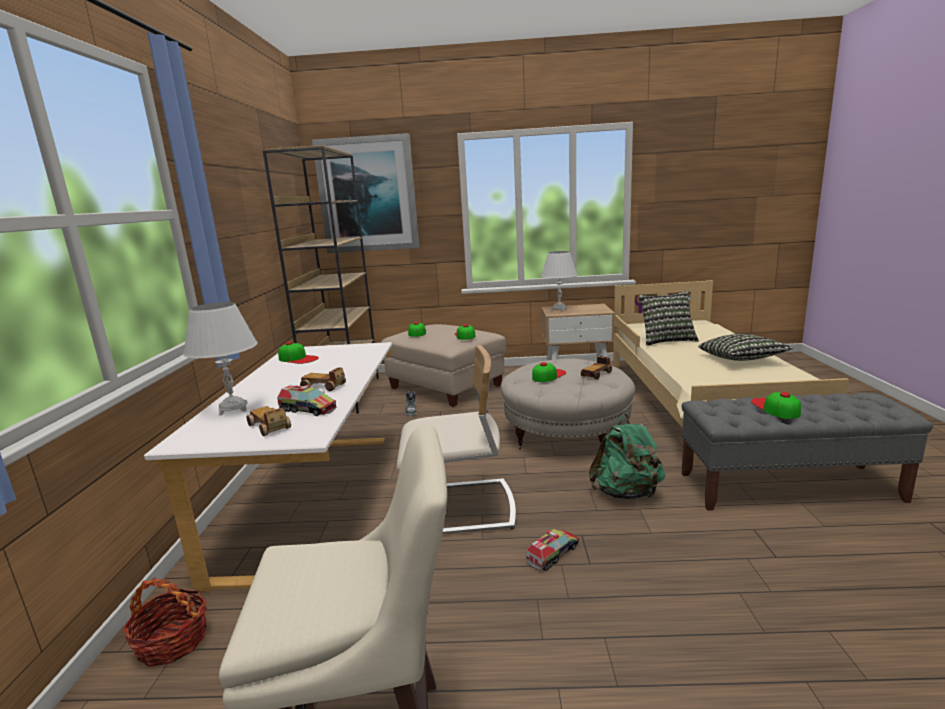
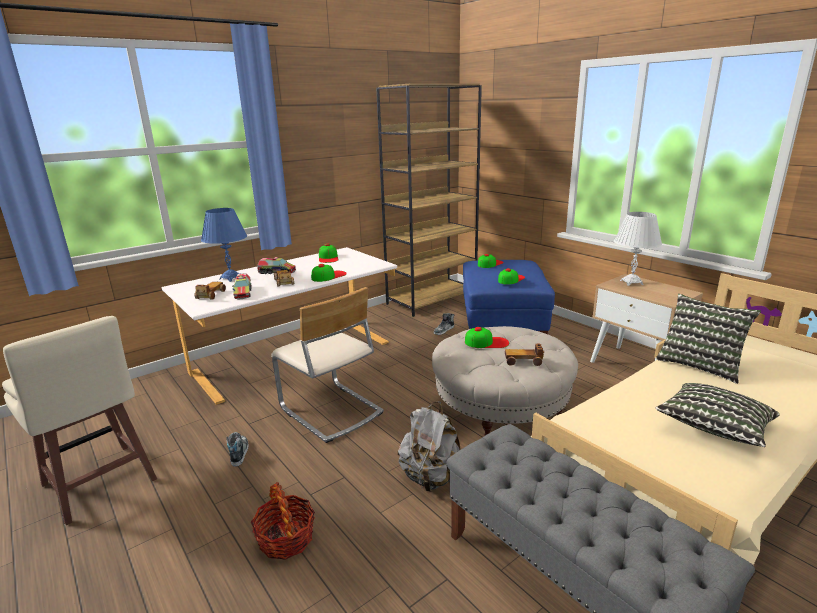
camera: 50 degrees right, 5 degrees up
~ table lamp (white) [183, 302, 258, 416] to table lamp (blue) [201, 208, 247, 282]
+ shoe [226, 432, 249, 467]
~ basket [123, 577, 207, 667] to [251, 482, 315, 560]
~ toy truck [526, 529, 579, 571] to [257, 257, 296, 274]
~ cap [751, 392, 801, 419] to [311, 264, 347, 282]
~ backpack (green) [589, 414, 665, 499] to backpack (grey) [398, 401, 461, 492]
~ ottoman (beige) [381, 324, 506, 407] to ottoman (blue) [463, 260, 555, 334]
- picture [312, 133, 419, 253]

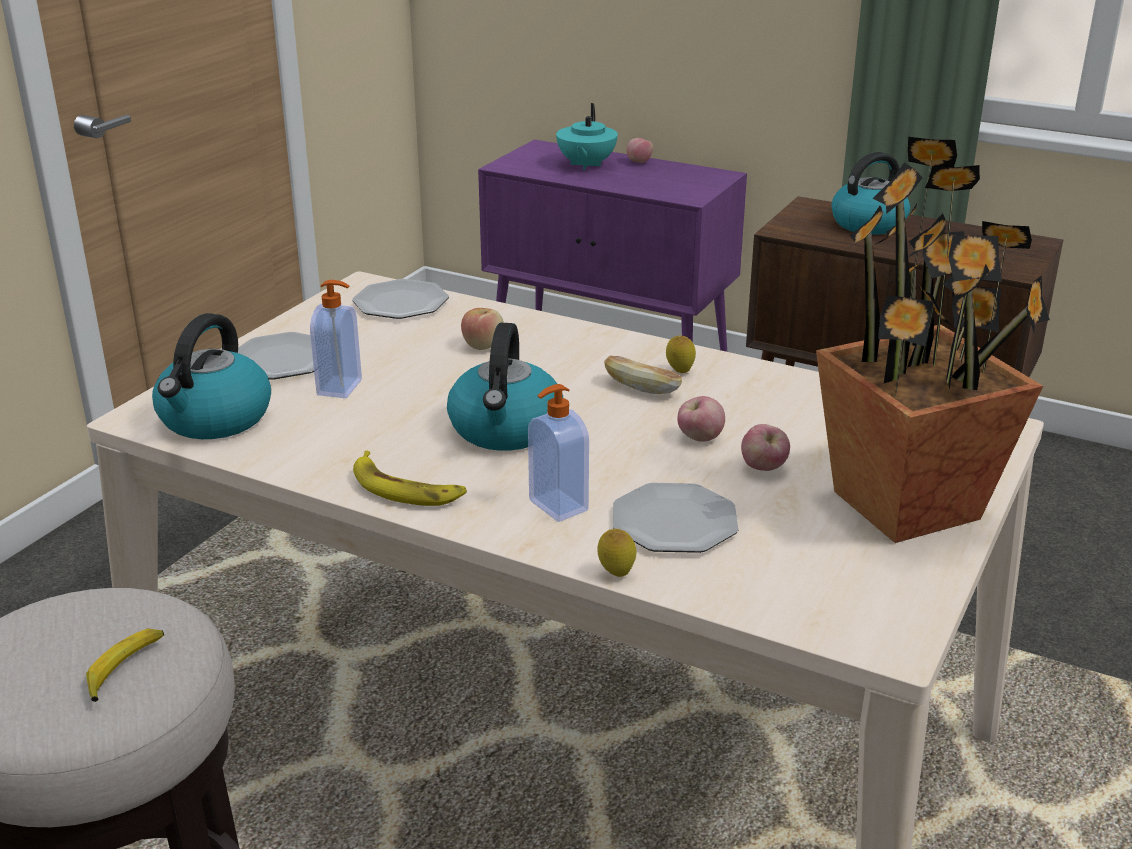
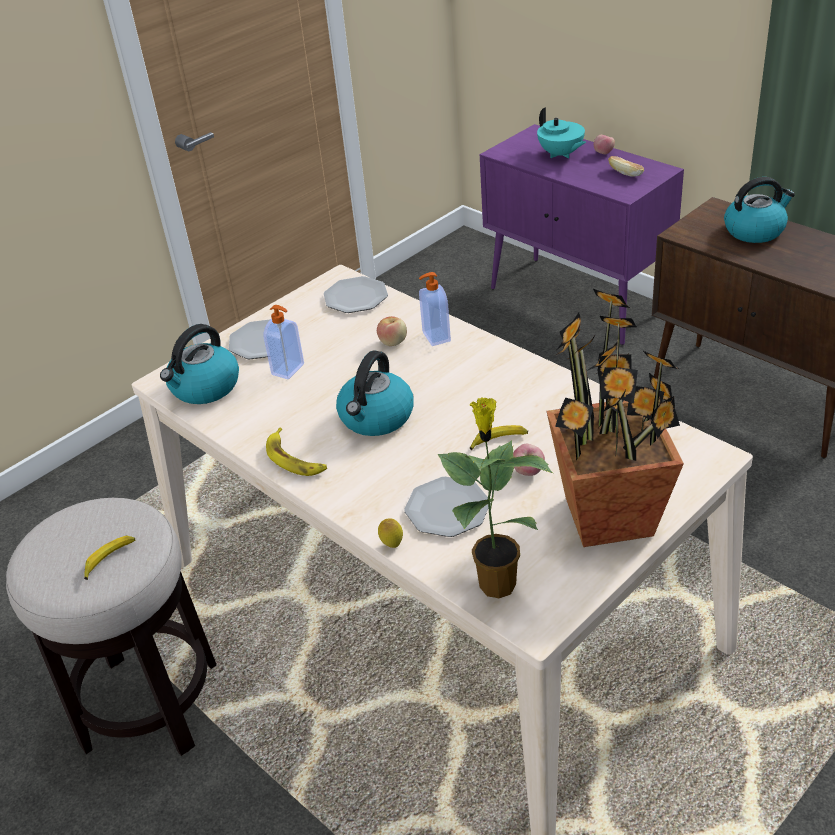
camera: 20 degrees right, 10 degrees up
~ soap dispenser [528, 384, 589, 522] to [419, 272, 451, 346]
+ potted plant [438, 397, 553, 598]
~ apple [677, 396, 725, 441] to banana [470, 425, 528, 450]
~ teapot (turquoise) [556, 103, 618, 170] = [537, 107, 586, 159] 60 degrees counterclockwise
~ bread [604, 355, 682, 394] to [608, 156, 644, 176]
- lemon [666, 336, 696, 373]

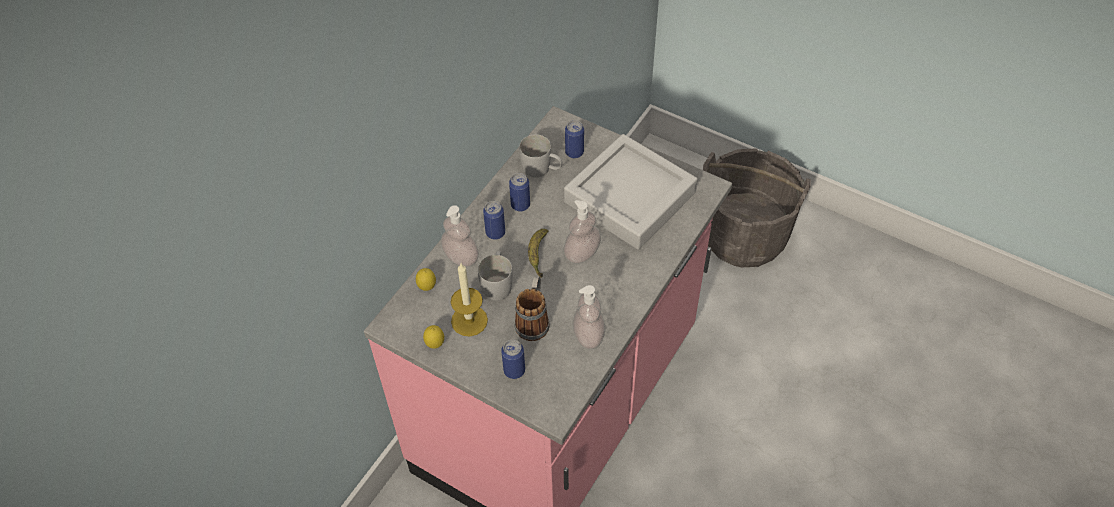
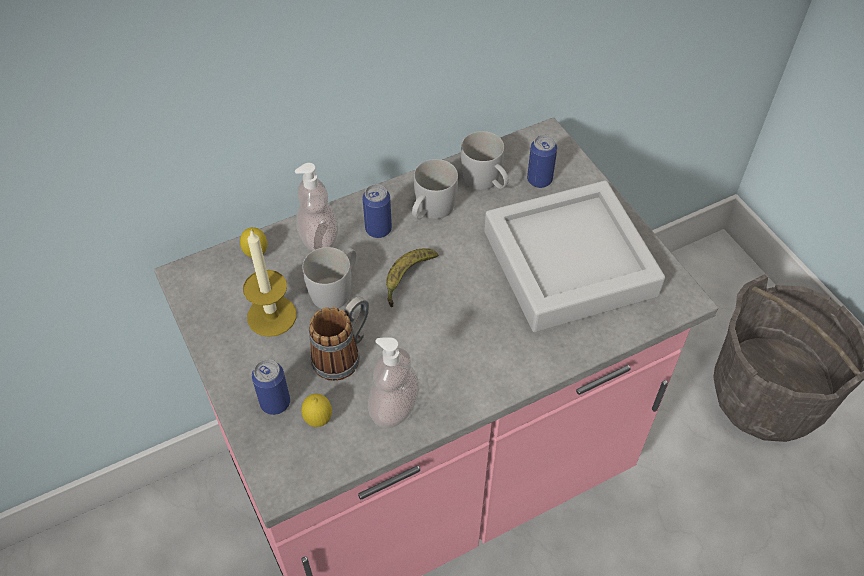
camera: 30 degrees right, 0 degrees up
~ lemon [423, 325, 444, 349] to [301, 394, 332, 427]
~ can [509, 173, 530, 211] to mug (white) [412, 159, 458, 220]
- soap dispenser [563, 200, 601, 264]

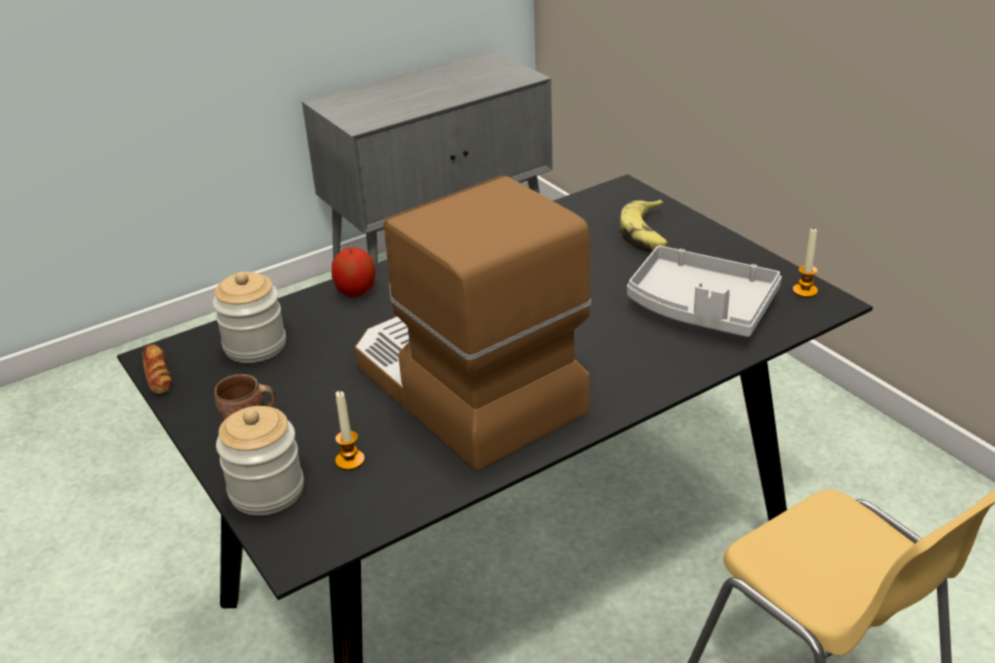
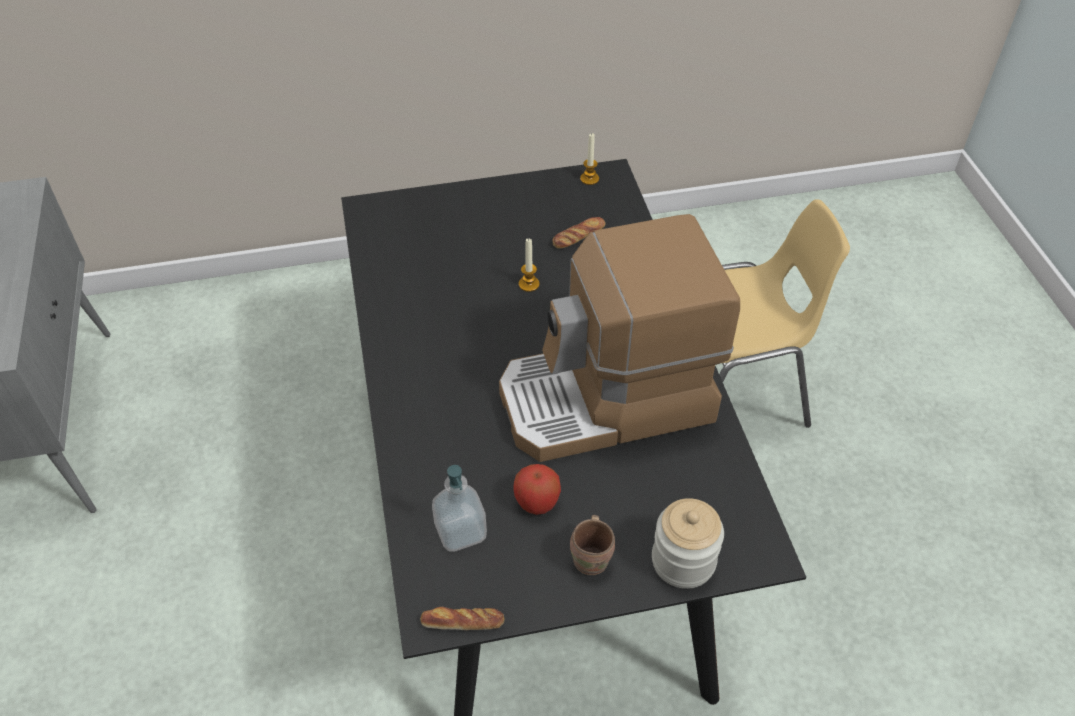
camera: 70 degrees left, 15 degrees up
~ jar [213, 272, 286, 363] to soap dispenser [432, 465, 487, 552]
~ apple [332, 247, 376, 297] to [513, 464, 561, 515]
~ candle [335, 391, 365, 470] to [519, 238, 540, 292]
~ tray (grey) [627, 246, 782, 337] to bread [552, 217, 605, 249]
- banana [620, 200, 669, 252]

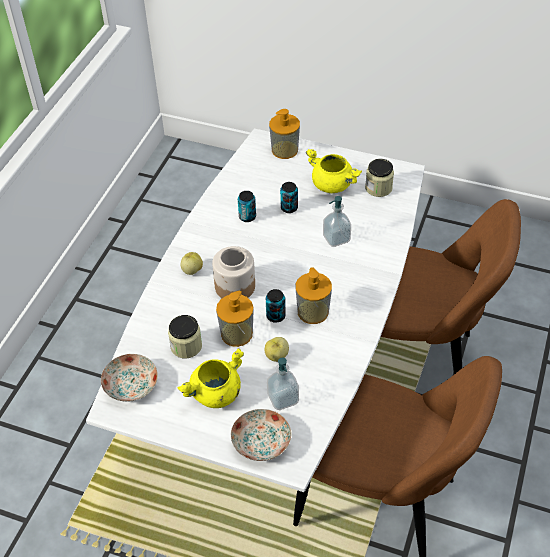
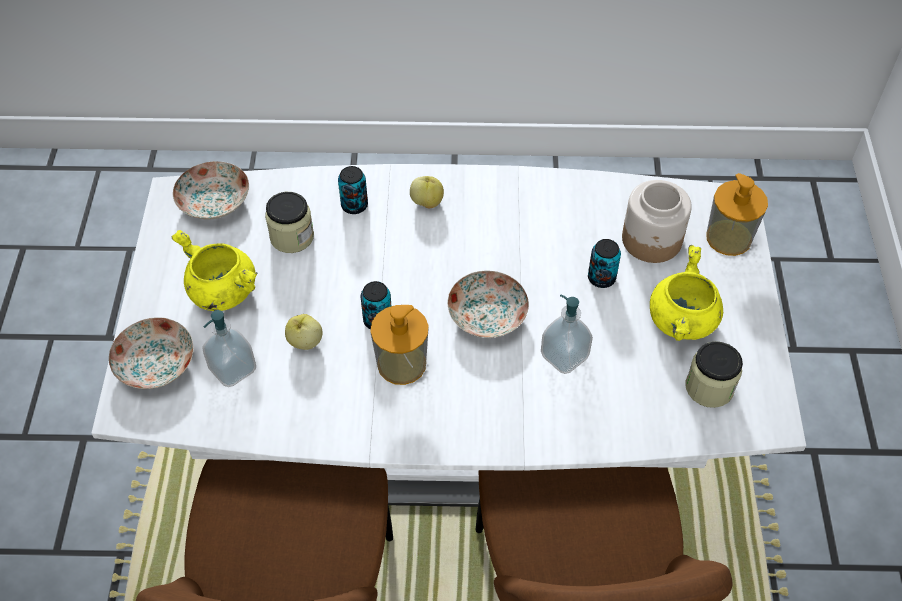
camera: 70 degrees right, 5 degrees up
~ can [238, 191, 256, 222] to [338, 166, 368, 214]
+ plate [447, 270, 529, 338]
~ jar [212, 246, 255, 298] to [622, 180, 692, 263]
- soap dispenser [216, 291, 254, 347]

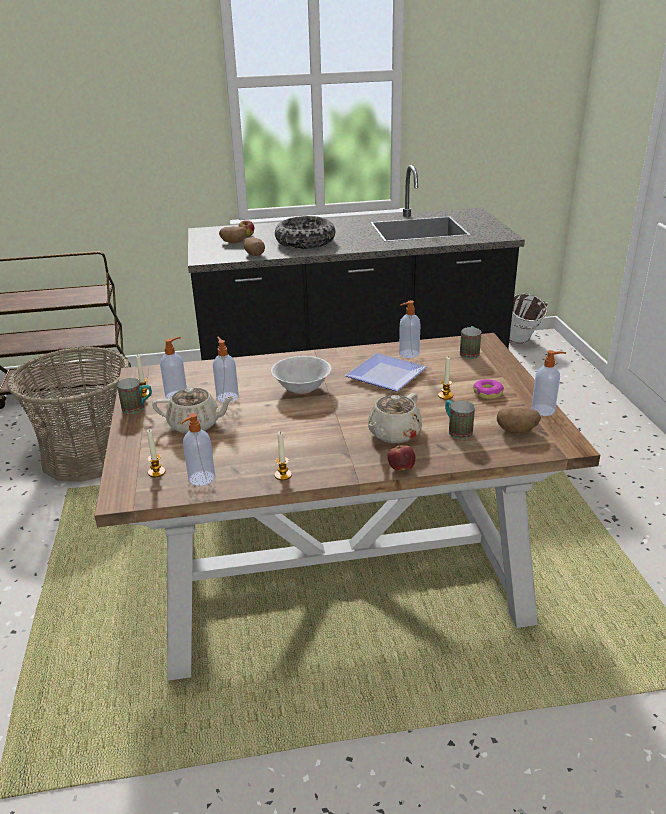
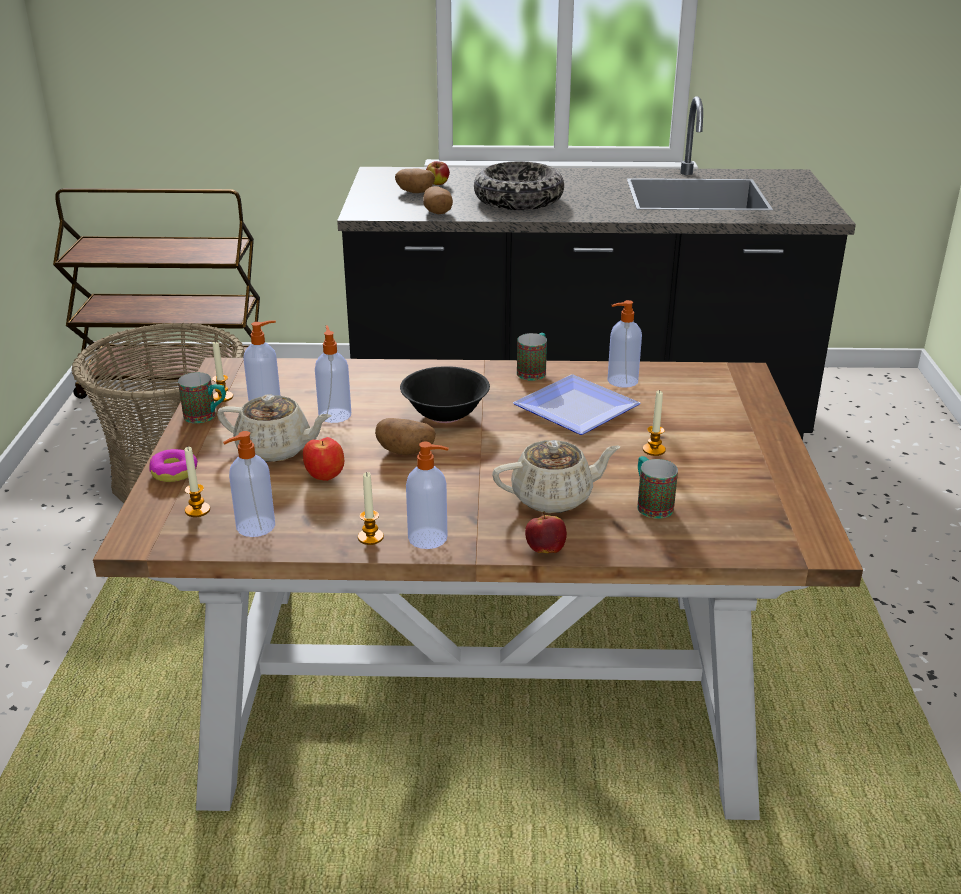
camera: 10 degrees right, 0 degrees up
~ donut [473, 379, 504, 399] to [150, 449, 198, 482]
+ apple [303, 437, 344, 481]
~ potato [497, 408, 541, 433] to [375, 418, 436, 456]
~ bowl (white) [271, 356, 331, 394] to bowl (black) [400, 366, 490, 423]
~ soap dispenser [531, 350, 566, 416] to [406, 442, 449, 549]
~ teapot (beige) [368, 393, 422, 443] = [492, 440, 621, 513] 150 degrees counterclockwise
~ mug [460, 326, 481, 359] to [517, 333, 547, 381]
- bucket (white) [509, 293, 548, 344]

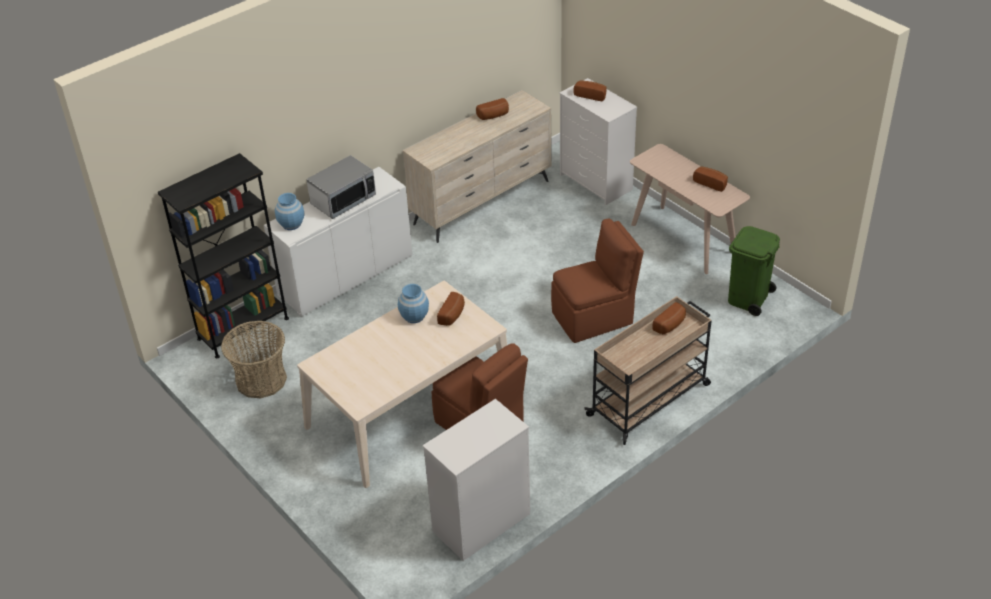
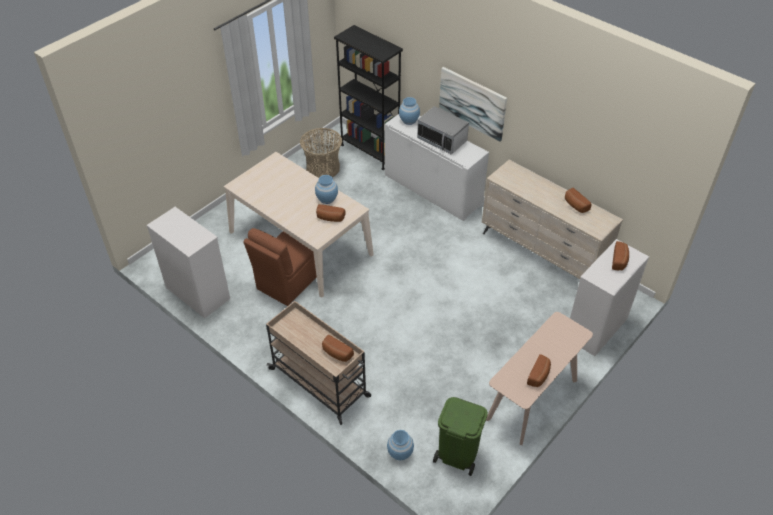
camera: 80 degrees right, 5 degrees up
+ vase (blue) [387, 430, 414, 461]
+ picture [439, 67, 507, 142]
- chair (brown) [551, 218, 644, 343]

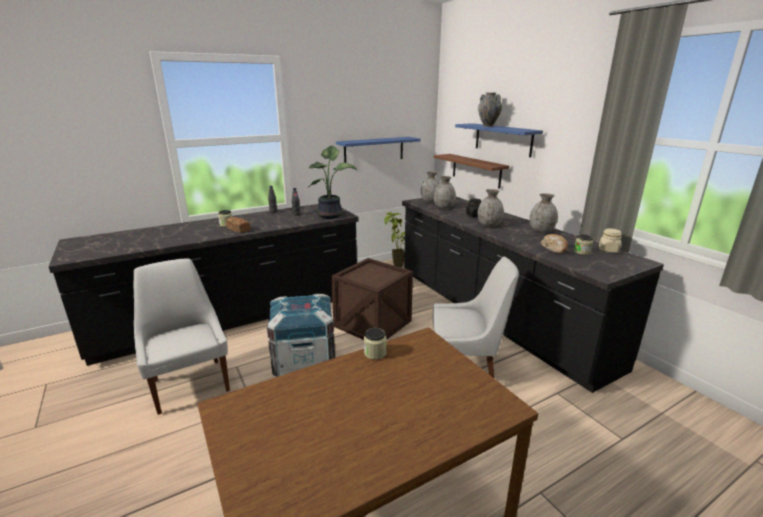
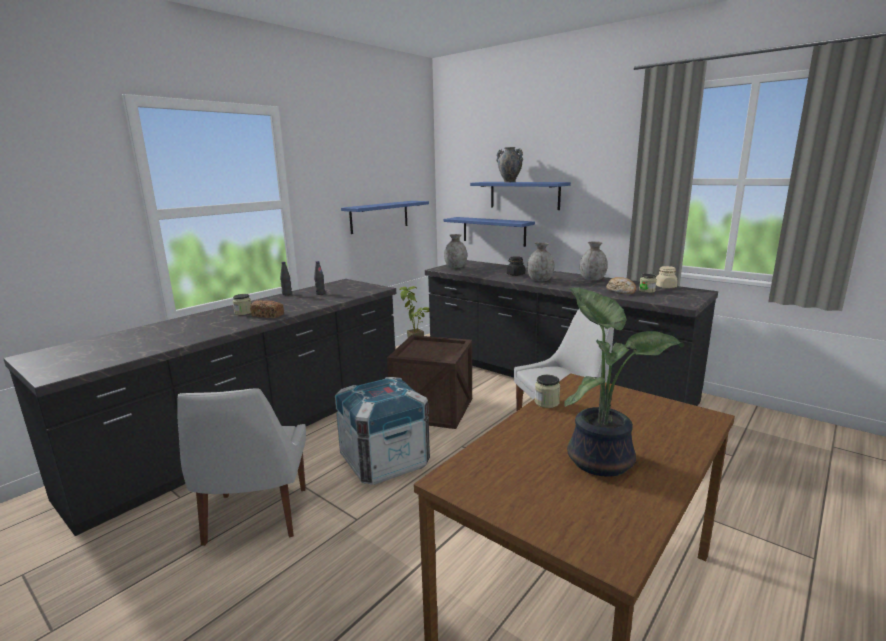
camera: 20 degrees left, 5 degrees down
~ chair (white) [134, 258, 230, 415] = [177, 388, 306, 546] 135 degrees counterclockwise
~ shelf (brown) [434, 154, 509, 189] to shelf (blue) [444, 217, 535, 247]
~ potted plant [308, 146, 356, 219] to [564, 287, 684, 477]
- vase (grey) [434, 176, 456, 209]

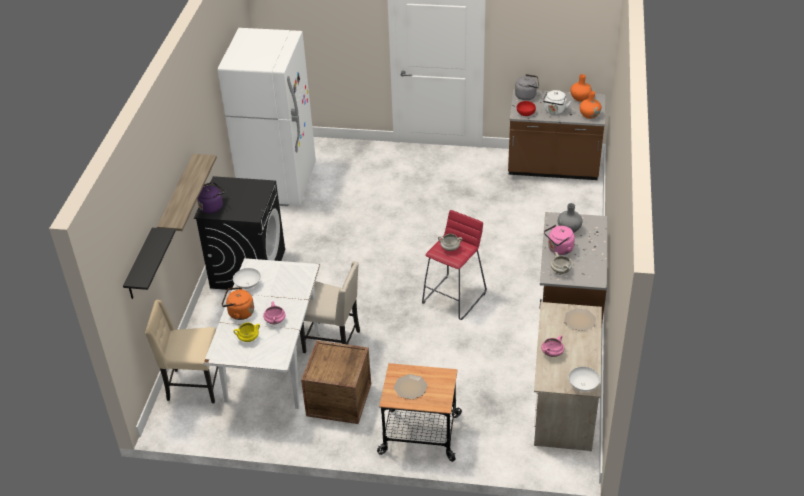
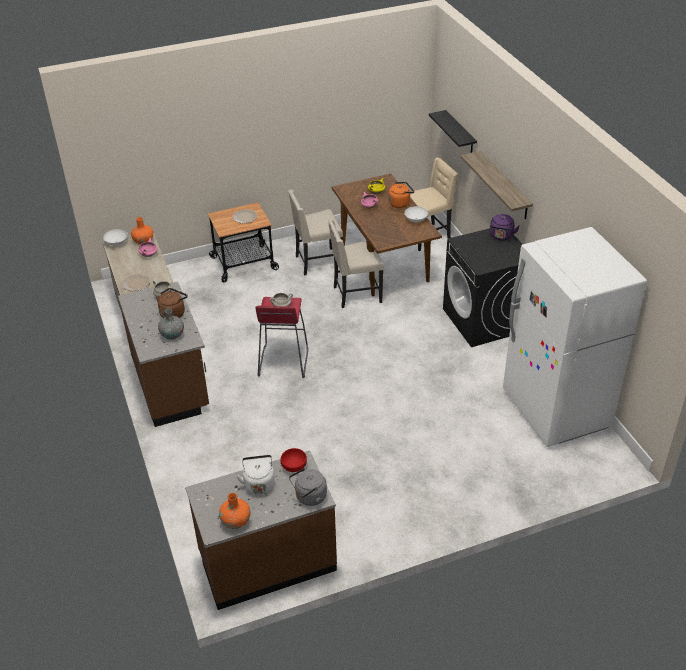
camera: 150 degrees right, 0 degrees up
~ vase (orange) [580, 91, 602, 119] to [131, 217, 153, 245]
~ kettle (pink) [544, 225, 575, 255] to kettle (brown) [156, 288, 188, 318]
~ crate [301, 340, 371, 424] to chair (beige) [288, 190, 343, 276]
~ dining table (white) [204, 258, 320, 409] to dining table (brown) [332, 174, 442, 296]

